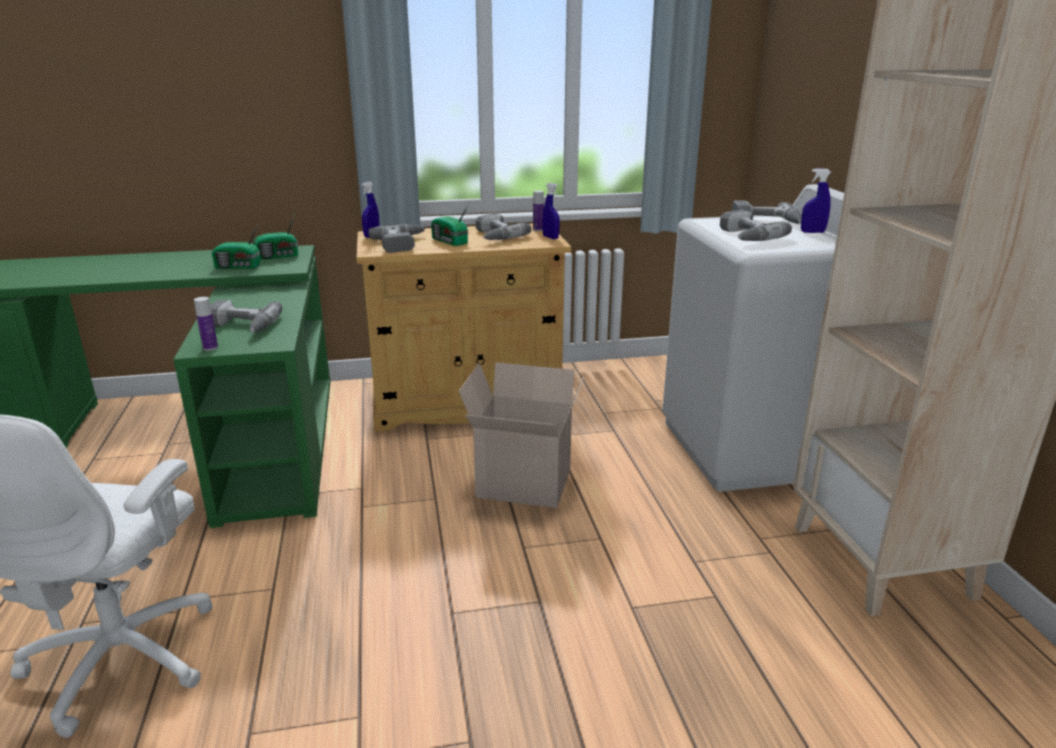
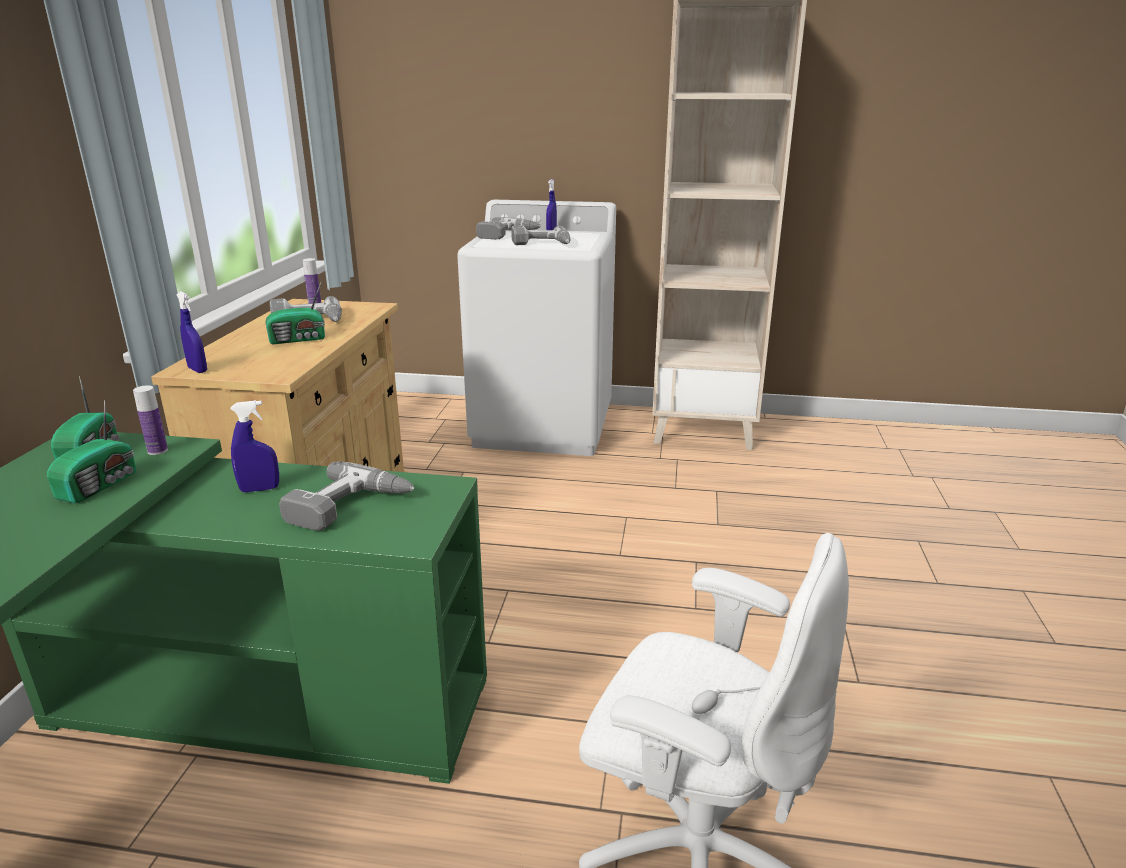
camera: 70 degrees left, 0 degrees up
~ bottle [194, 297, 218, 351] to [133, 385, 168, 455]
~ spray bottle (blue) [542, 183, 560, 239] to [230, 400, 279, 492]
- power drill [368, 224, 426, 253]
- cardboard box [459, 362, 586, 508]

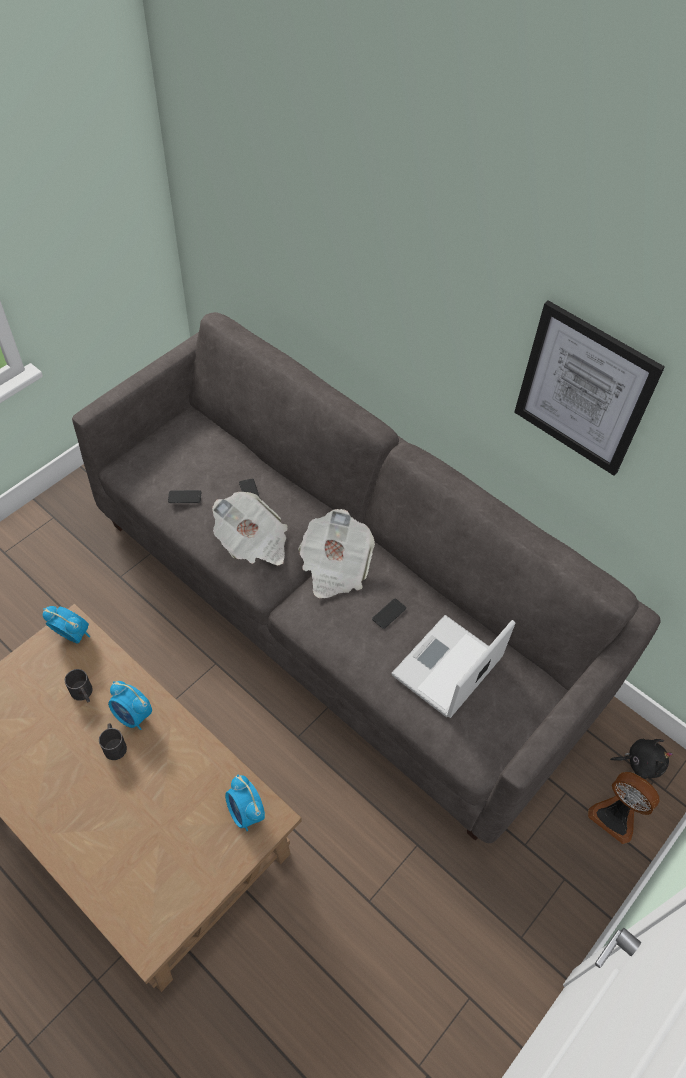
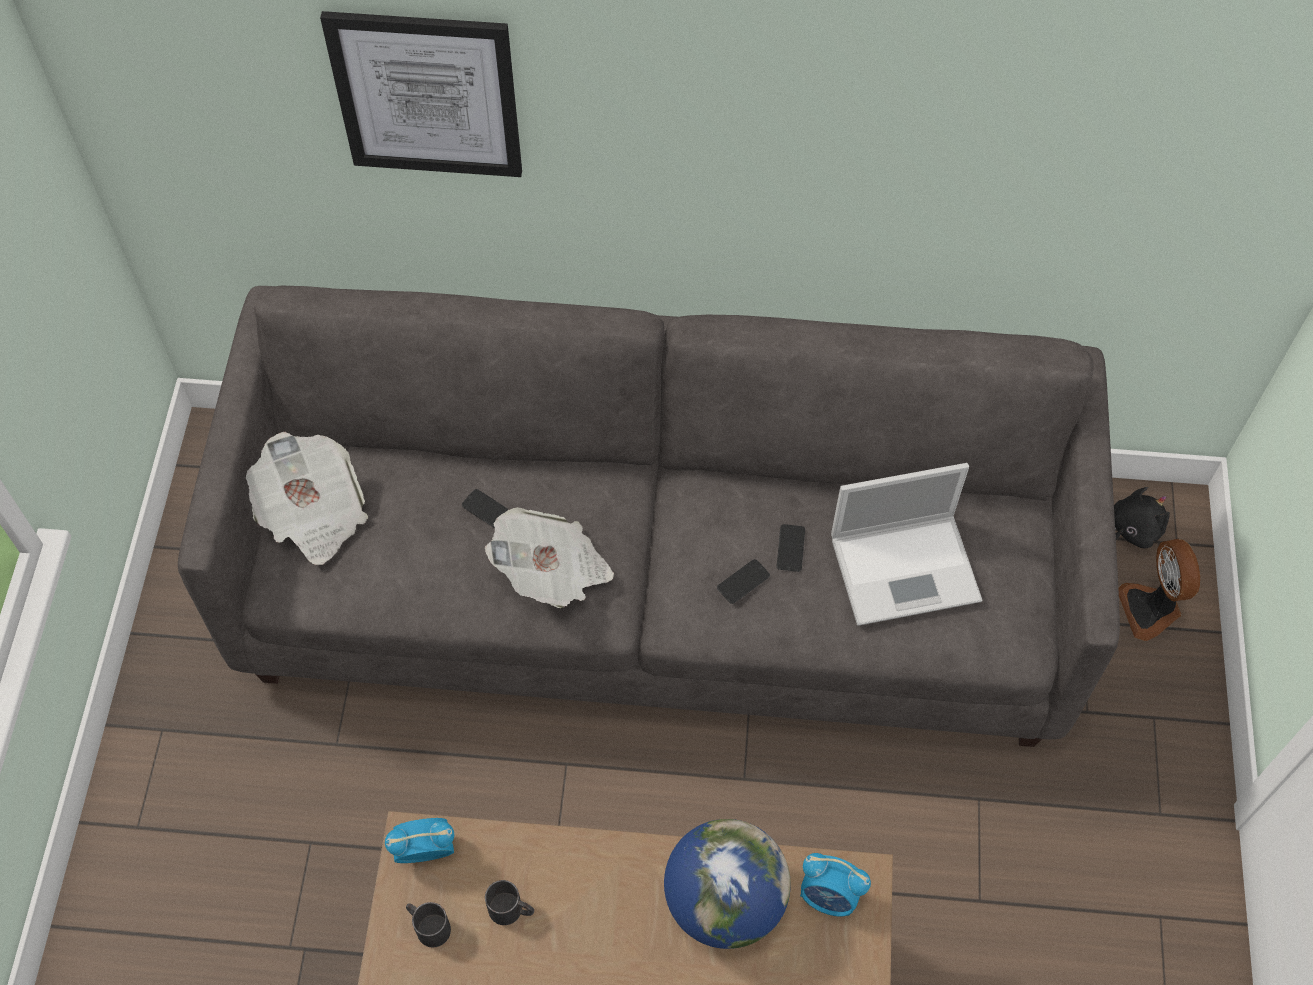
camera: 35 degrees left, 5 degrees up
~ newspaper [299, 509, 375, 599] to [246, 432, 368, 565]
~ picture [514, 300, 665, 476] to [320, 11, 522, 177]
~ mug (black) [99, 723, 127, 760] to [406, 902, 451, 948]
+ globe [664, 819, 791, 949]
~ phone [168, 490, 201, 503] to [717, 559, 770, 604]
~ laptop [392, 615, 515, 718] = [831, 463, 983, 626] 105 degrees counterclockwise
~ fan [588, 772, 659, 844] = [1118, 539, 1200, 641] 75 degrees clockwise
- alarm clock [108, 681, 152, 730]

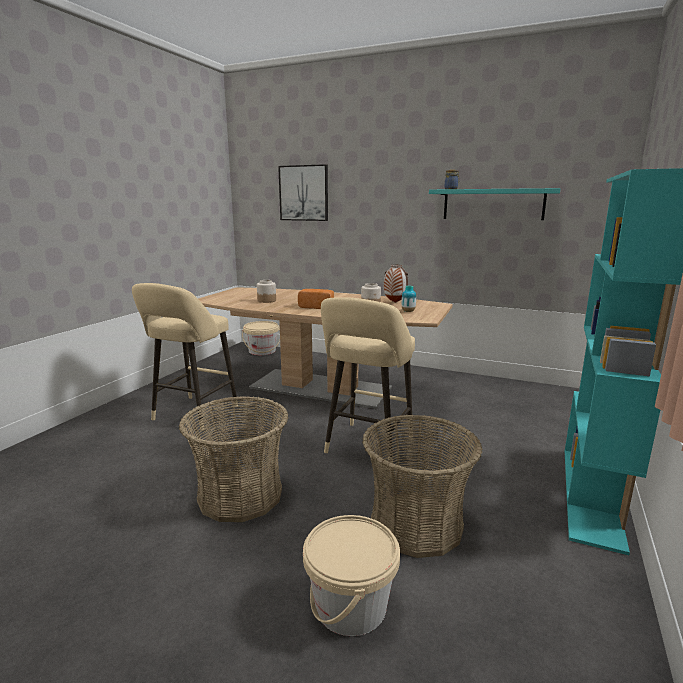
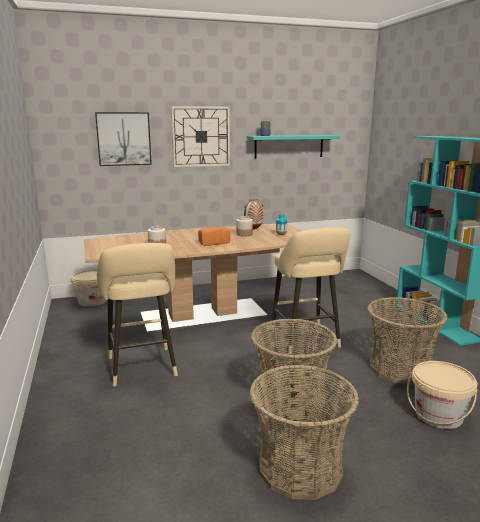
camera: 40 degrees left, 0 degrees up
+ wall clock [171, 106, 230, 167]
+ basket [249, 365, 359, 500]

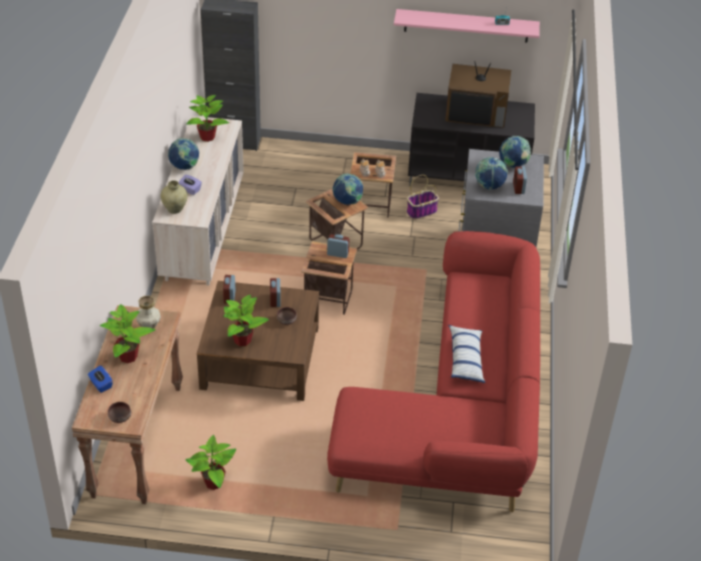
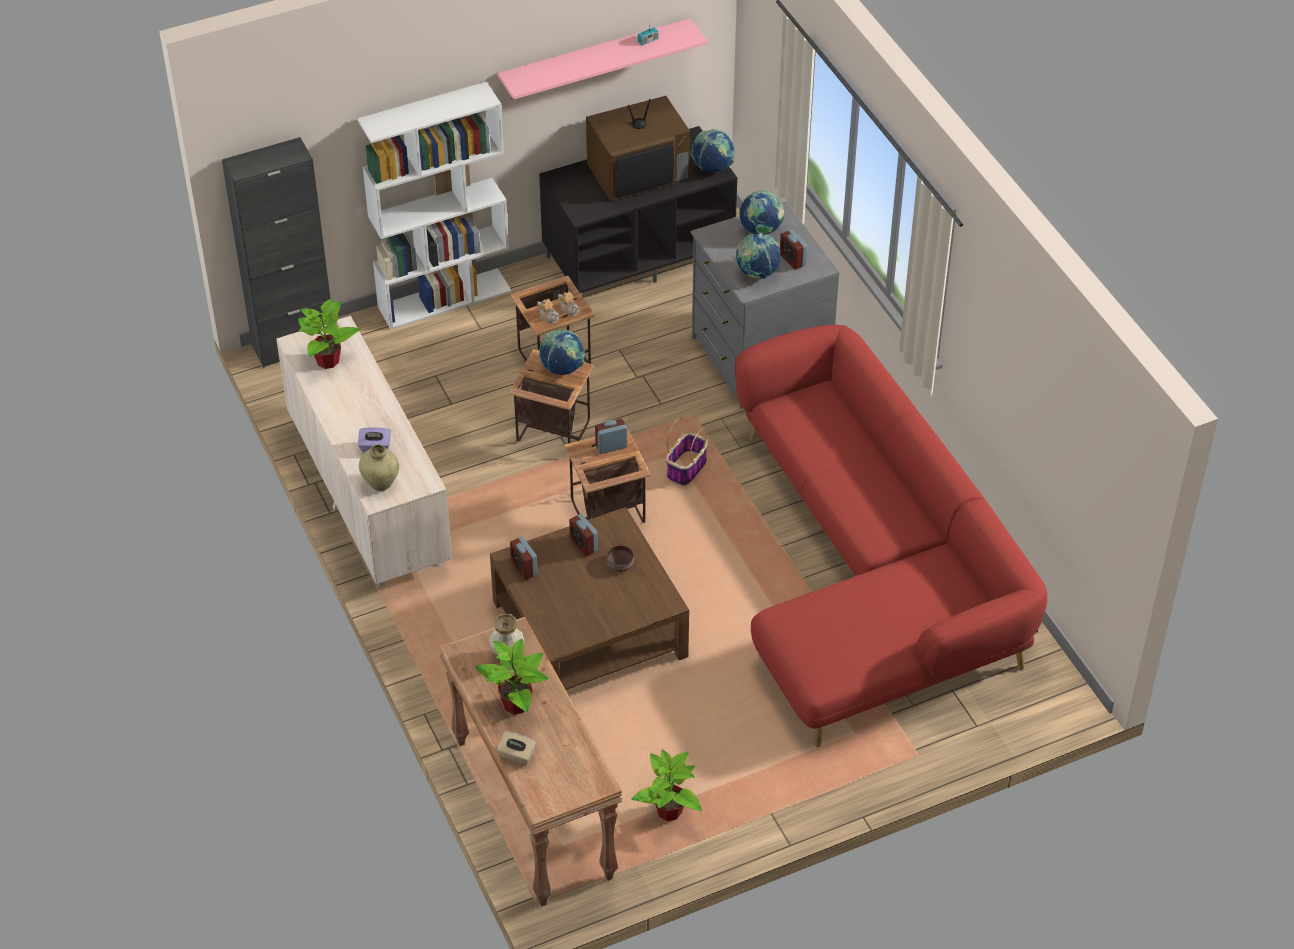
camera: 30 degrees left, 5 degrees up
+ bookcase (white) [357, 82, 511, 329]
~ tissue box (blue) [88, 366, 113, 393] to tissue box (beige) [497, 731, 537, 765]
~ basket [407, 175, 439, 219] to [666, 417, 708, 486]
~ globe [168, 138, 199, 170] to [691, 129, 735, 172]
- bowl (brown) [108, 402, 131, 423]
- potted plant [223, 295, 269, 346]
- pillow [448, 325, 485, 383]

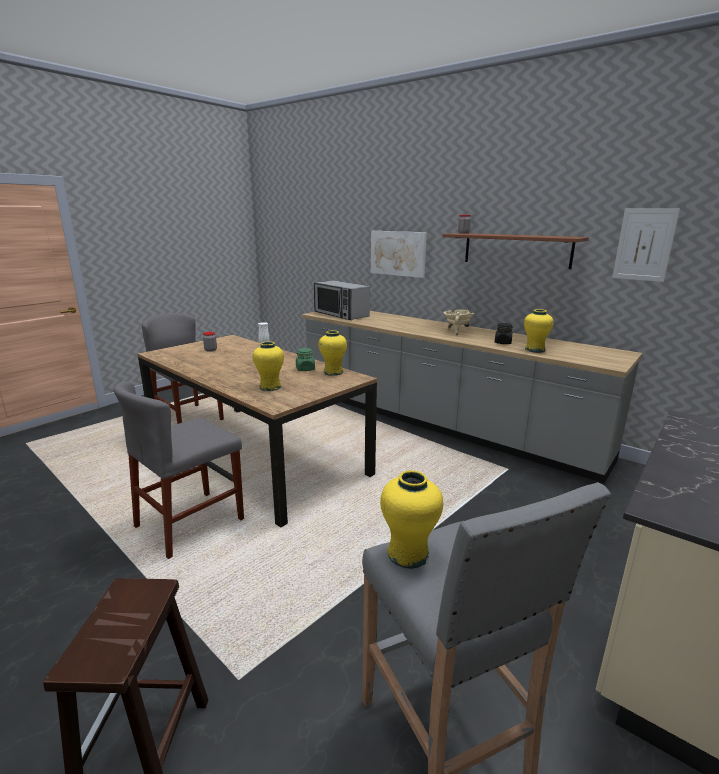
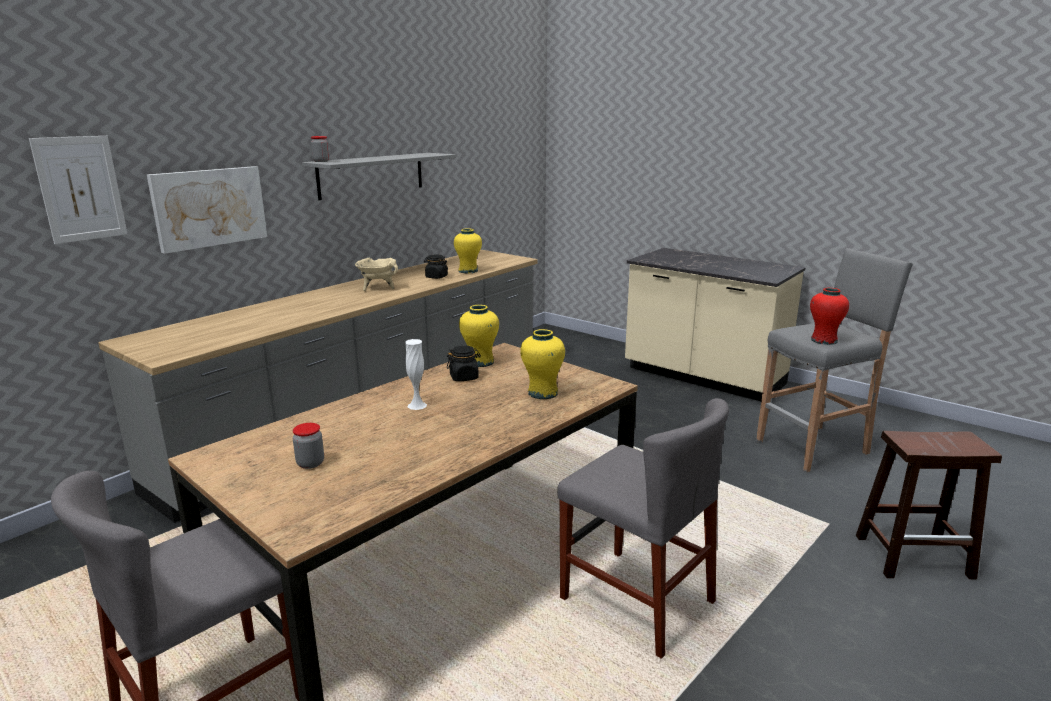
camera: 90 degrees left, 0 degrees up
~ picture [612, 208, 680, 282] to [29, 136, 127, 244]
~ shelf (brown) [443, 233, 589, 269] to shelf (grey) [302, 153, 456, 200]
~ jar (green) [296, 348, 315, 371] to jar (black) [447, 345, 481, 381]
~ vase (yellow) [380, 470, 443, 569] to vase (red) [810, 288, 849, 345]
- microwave [314, 280, 370, 320]

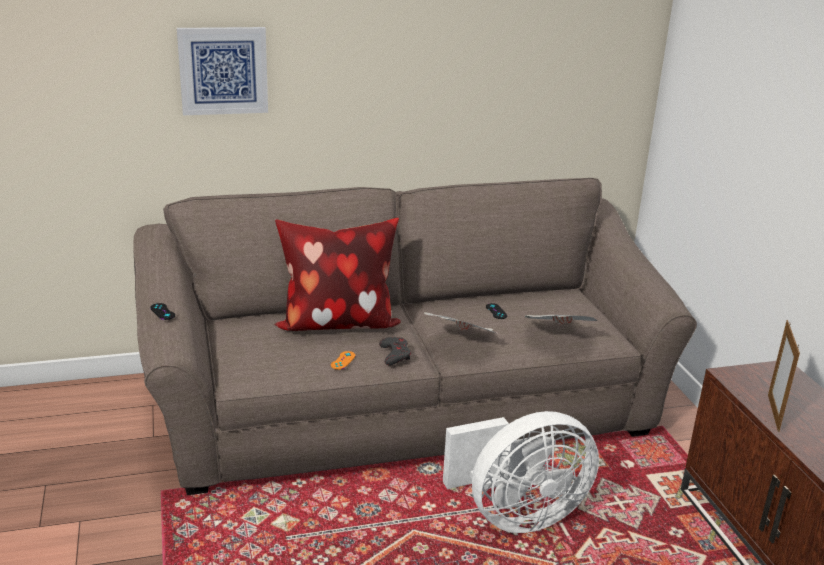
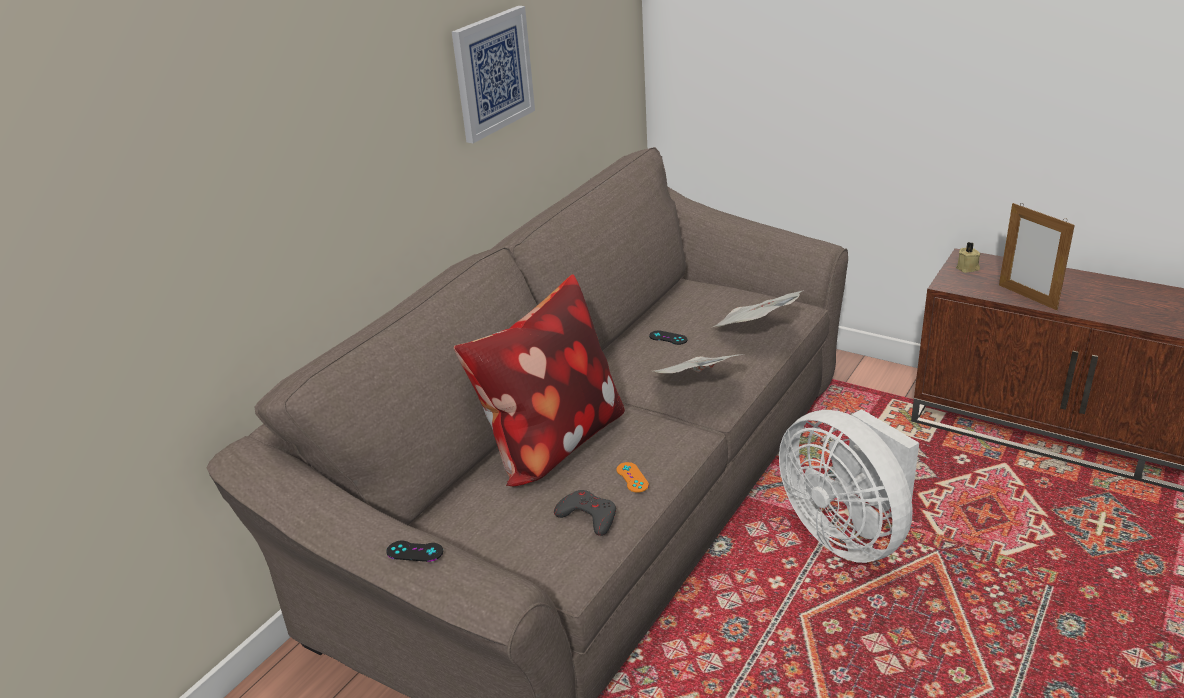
camera: 40 degrees left, 5 degrees up
~ picture [177, 27, 268, 115] to [452, 6, 535, 143]
~ game controller (grey) [379, 337, 411, 365] to [554, 490, 616, 536]
~ fan (white) [443, 411, 599, 533] = [779, 409, 919, 563] 120 degrees clockwise
+ candle (beige) [956, 242, 980, 273]

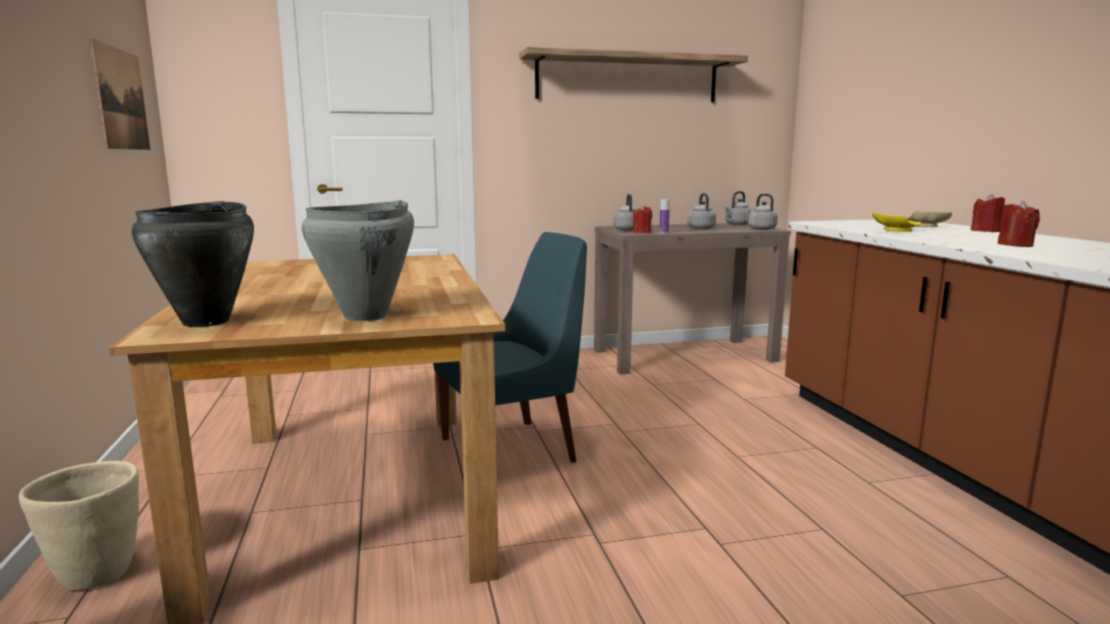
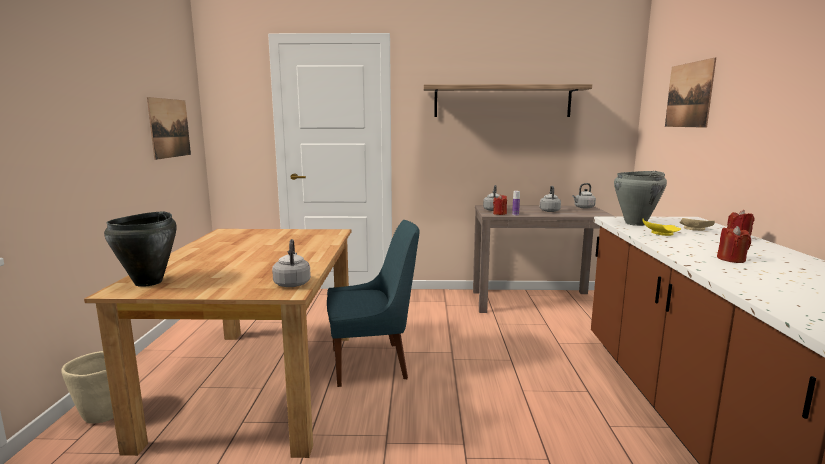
camera: 15 degrees right, 0 degrees up
~ kettle (grey) [748, 194, 778, 230] to [272, 239, 311, 287]
~ cooking pot (grey) [302, 201, 414, 321] to [614, 171, 667, 226]
+ picture [665, 57, 716, 128]

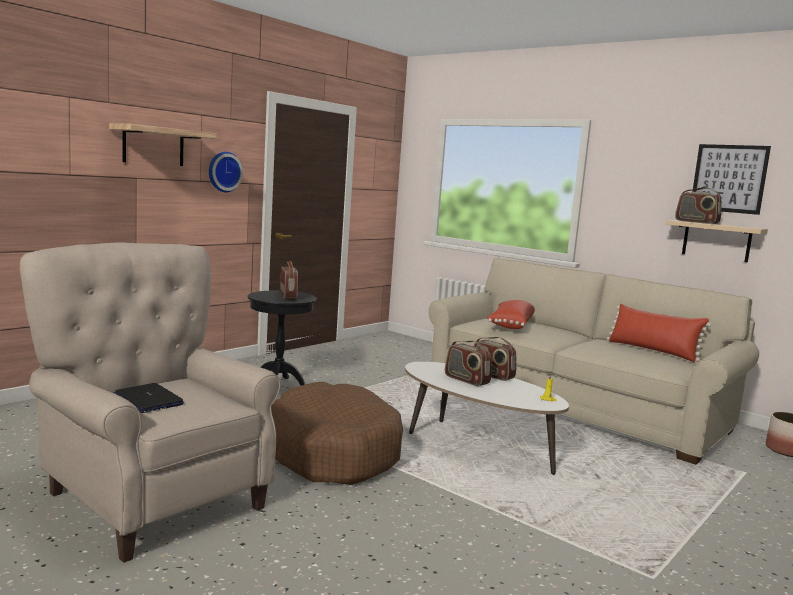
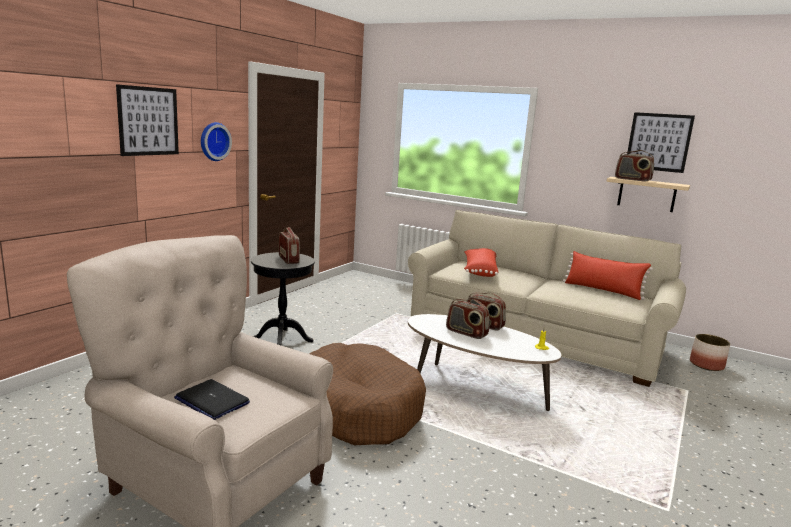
camera: 10 degrees left, 5 degrees up
~ shelf [109, 123, 217, 166] to picture [116, 84, 179, 156]

